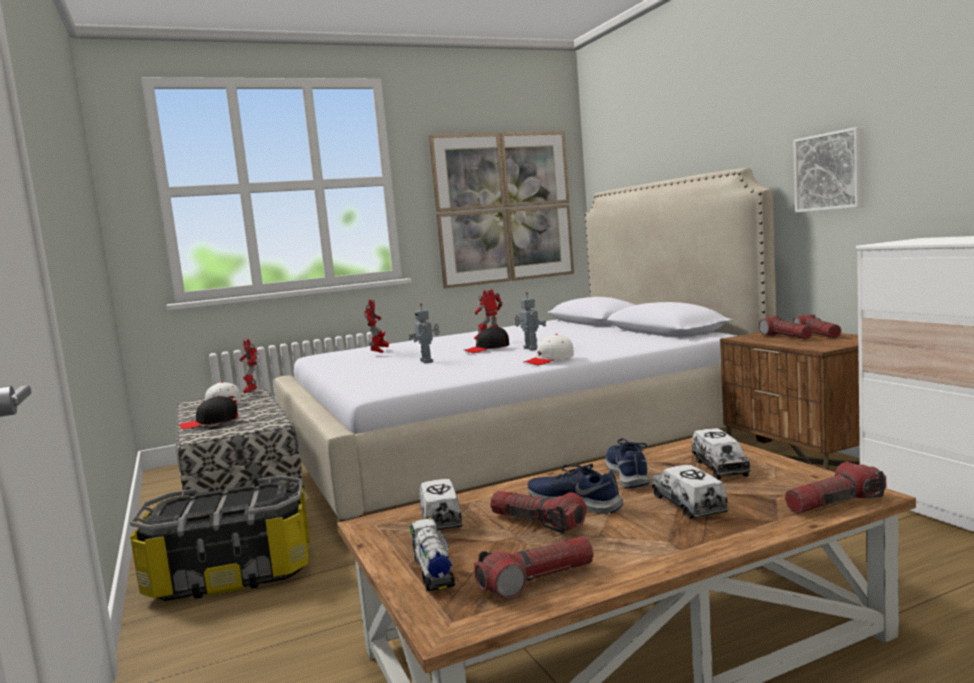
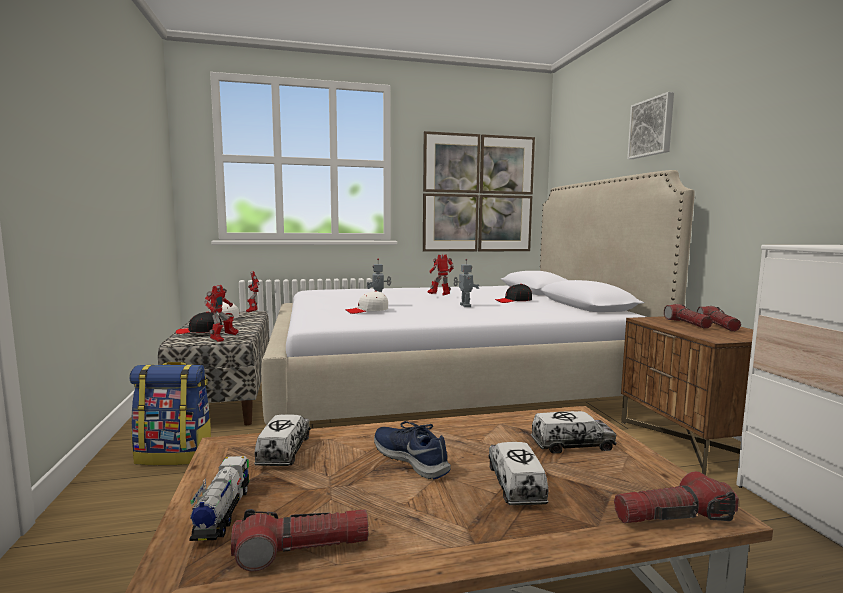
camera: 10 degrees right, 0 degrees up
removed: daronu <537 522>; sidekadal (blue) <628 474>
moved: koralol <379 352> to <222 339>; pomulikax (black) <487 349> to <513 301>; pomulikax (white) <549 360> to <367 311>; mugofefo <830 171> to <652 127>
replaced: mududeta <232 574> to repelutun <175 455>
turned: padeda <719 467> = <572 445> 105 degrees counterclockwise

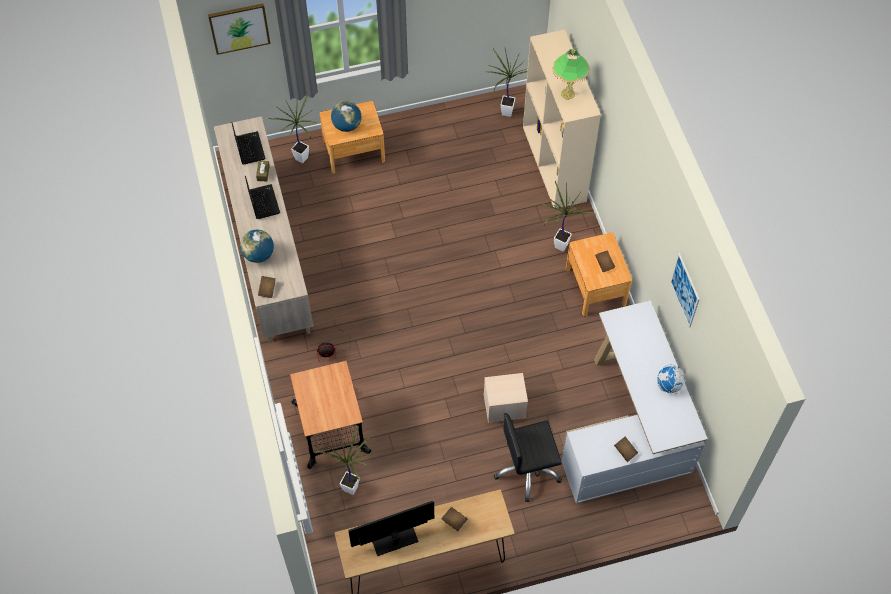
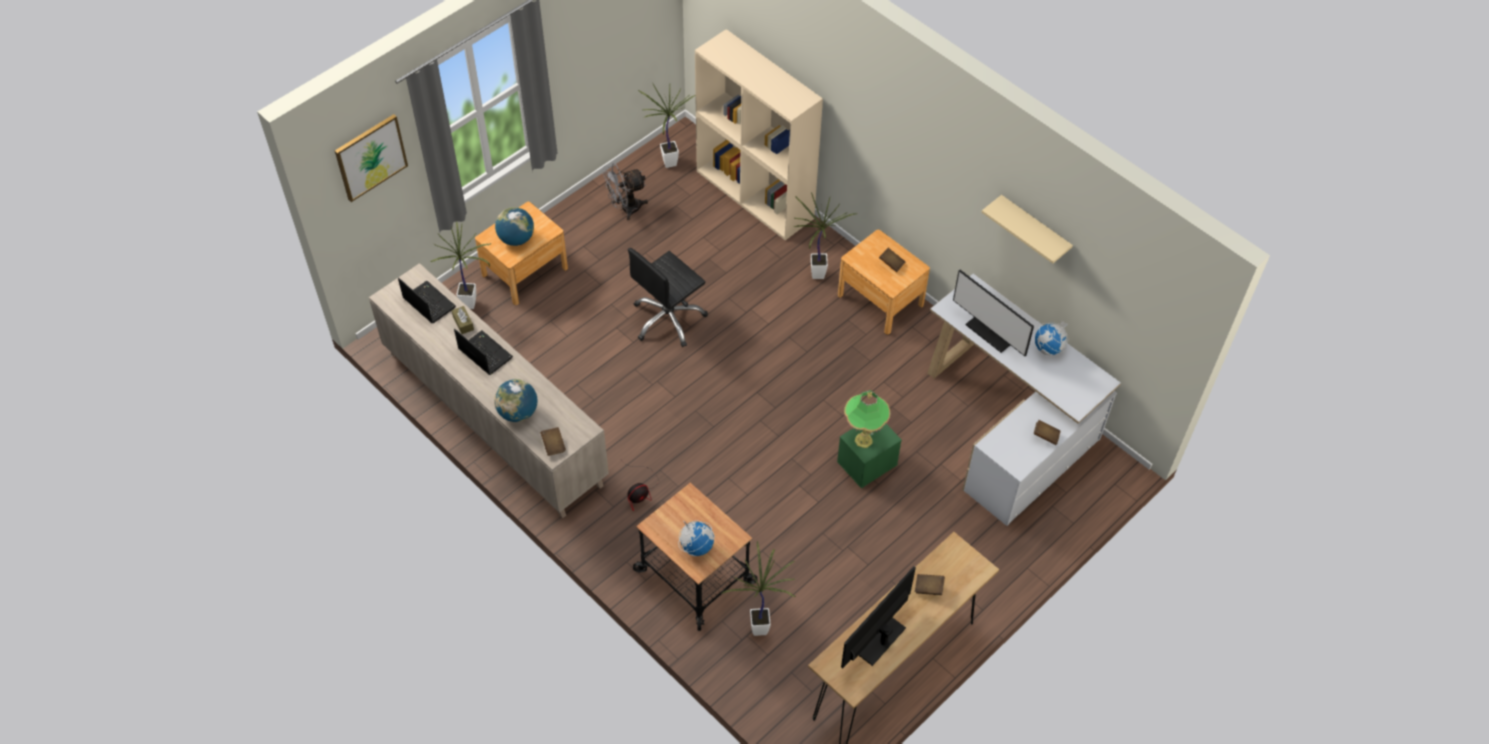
camera: 30 degrees left, 5 degrees down
added: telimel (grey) <625 208>; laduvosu <696 546>; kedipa <990 332>
moved: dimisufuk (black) <527 470> to <668 319>; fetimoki <567 94> to <863 440>
replaced: mugofefo <685 290> to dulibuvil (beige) <1034 230>
recoloured: mududeta (beige) <504 406> to mududeta (green) <867 464>

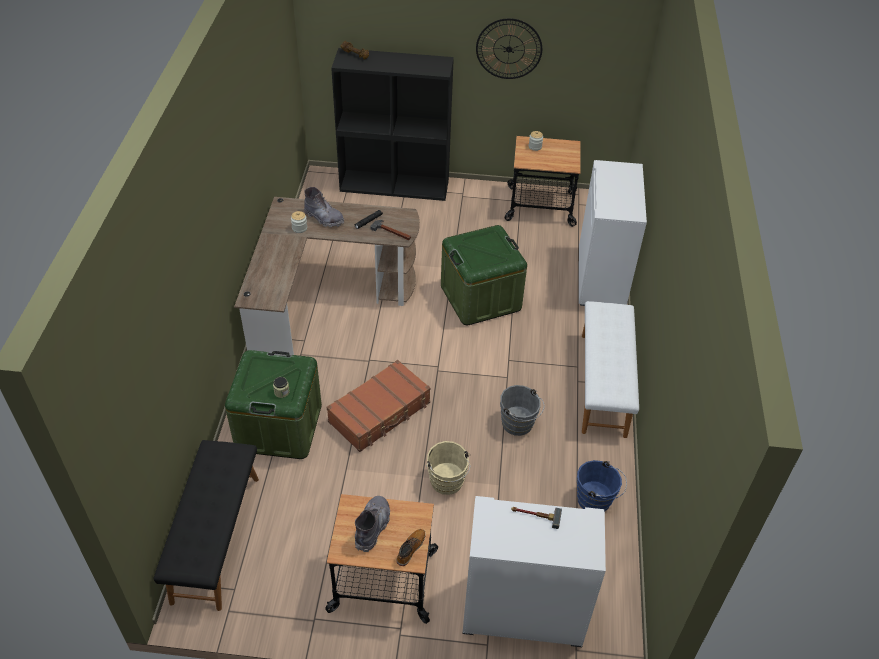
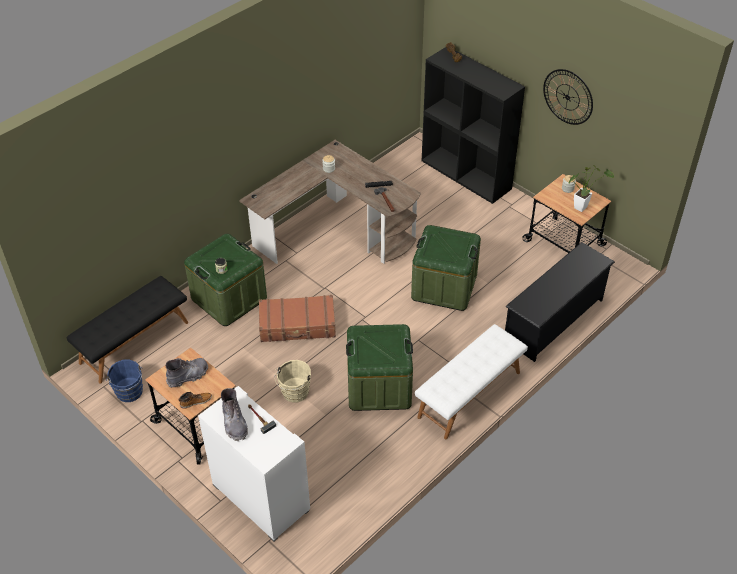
camera: 40 degrees right, 0 degrees up
added: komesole <582 206>
moved: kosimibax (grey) <324 218> to <234 423>; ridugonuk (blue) <596 501> to <129 393>
replaced: ridugonuk (grey) <519 425> to mududeta (green) <379 386>; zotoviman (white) <602 277> to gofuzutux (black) <554 320>

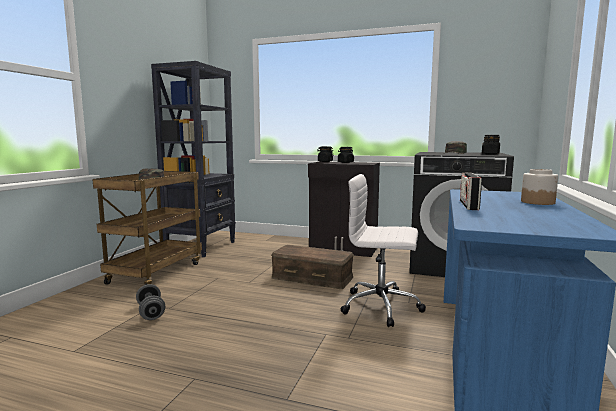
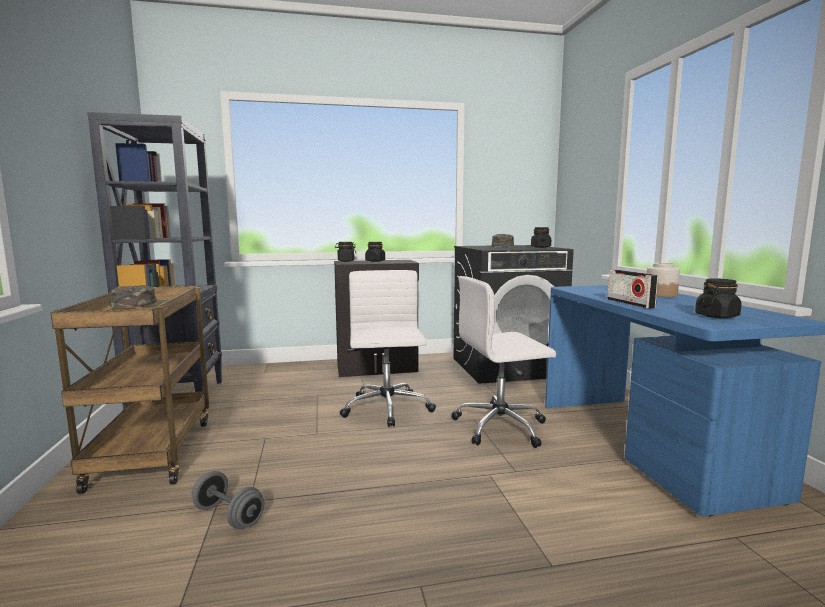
camera: 30 degrees left, 0 degrees up
added: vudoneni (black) <717 316>
replaced: mududeta (brown) <312 277> to dimisufuk (white) <387 409>

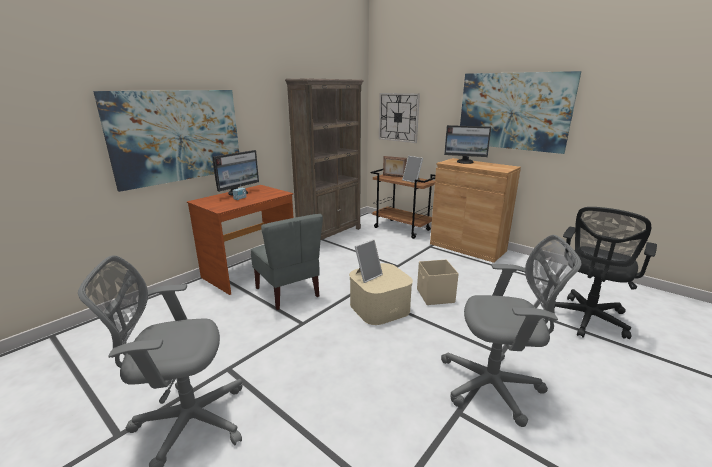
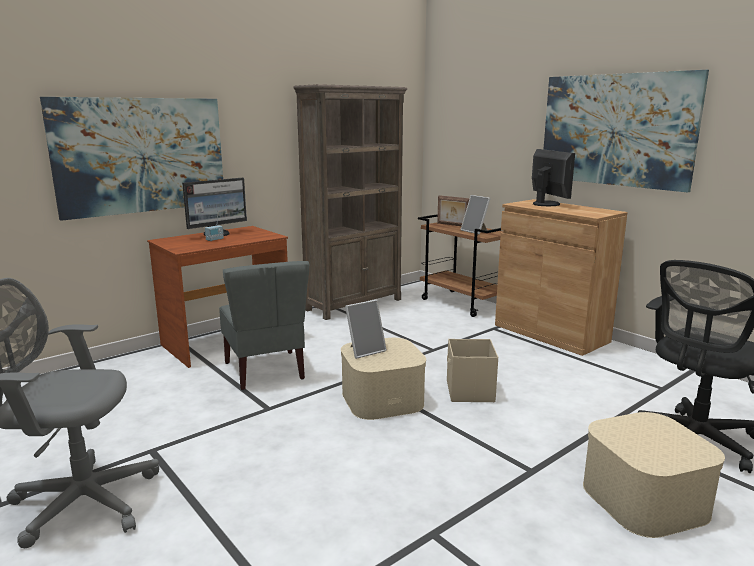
camera: 10 degrees right, 5 degrees down
removed: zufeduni <398 117>; dimisufuk (grey) <495 386>
added: mududeta (beige) <644 498>
turned: kedipa <465 162> = <547 204> 135 degrees counterclockwise

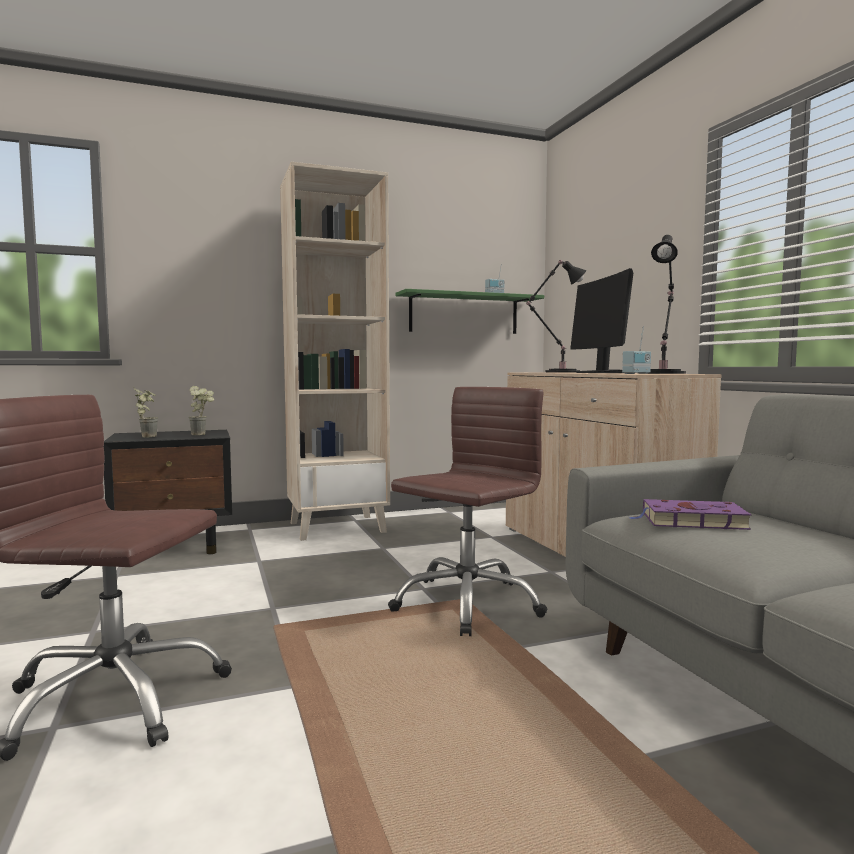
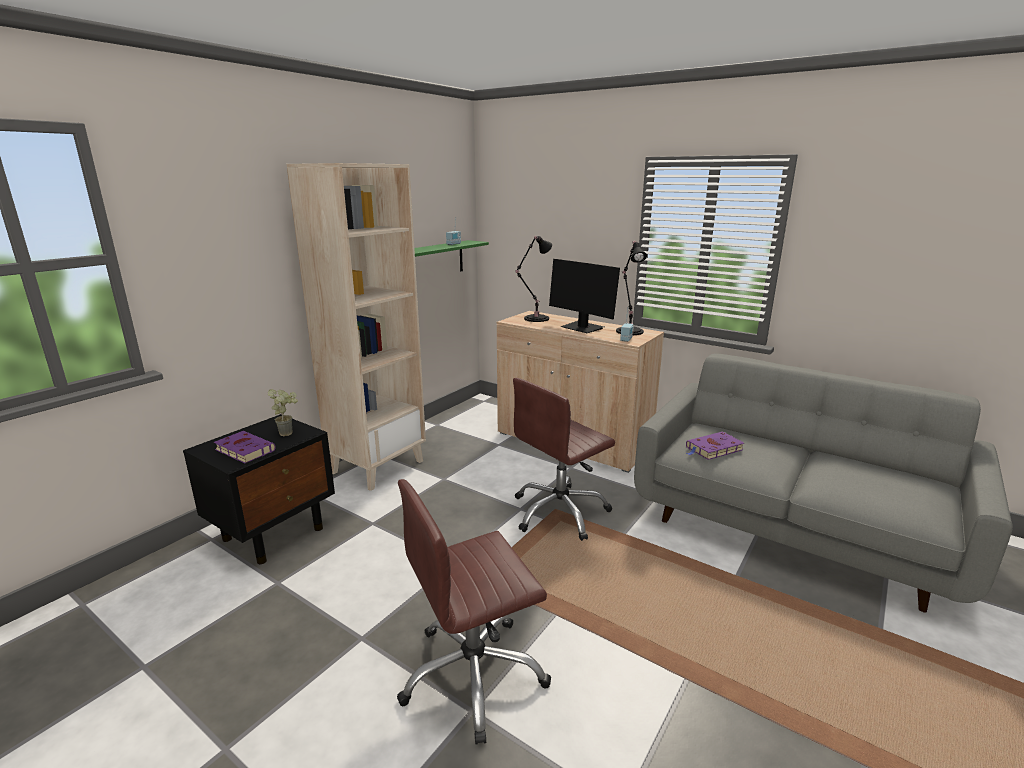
camera: 35 degrees left, 15 degrees up
replaced: komesole <147 436> to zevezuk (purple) <243 450>
turned: dimisufuk (brown) <466 603> = <560 512> 135 degrees counterclockwise

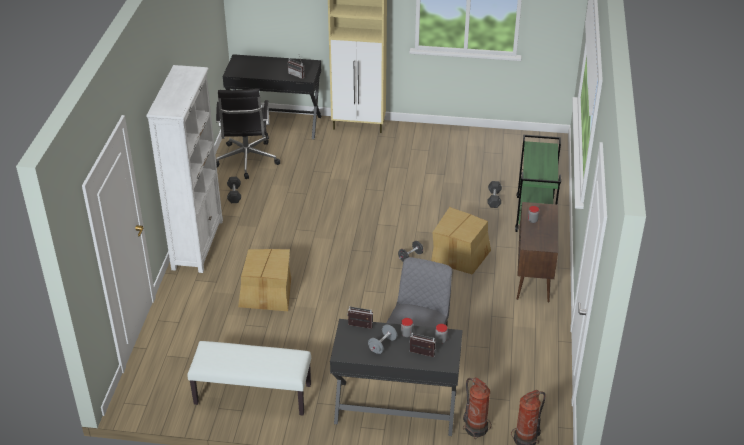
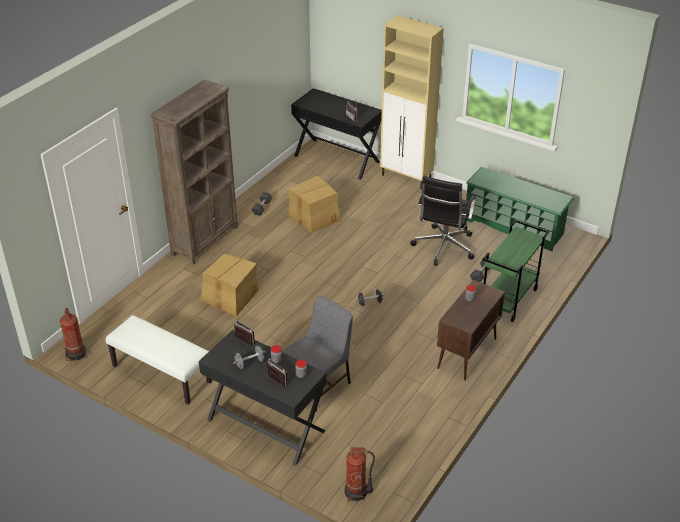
camera: 25 degrees right, 0 degrees up
added: gofuzutux (green) <514 227>
moved: dimisufuk (black) <246 161> to <443 247>; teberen <459 254> to <315 216>; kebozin <475 427> to <76 353>
recoloured: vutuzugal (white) <198 244> to vutuzugal (brown) <205 240>

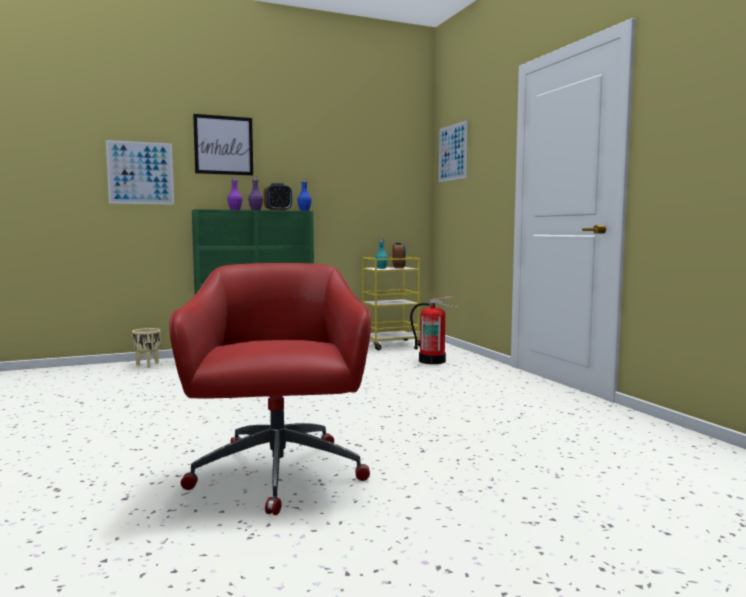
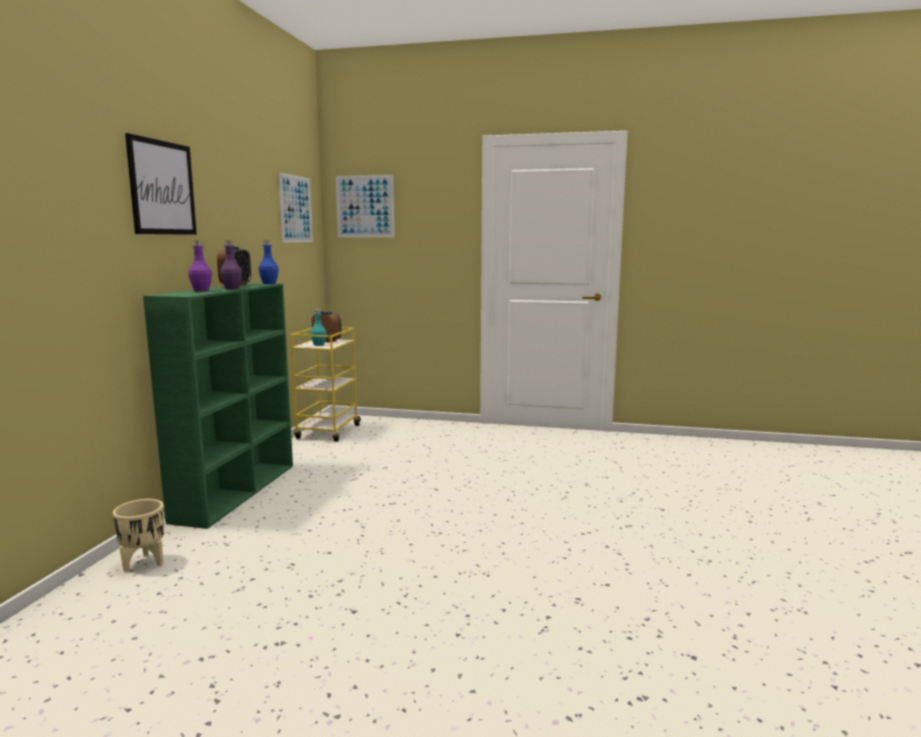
camera: 55 degrees left, 5 degrees up
removed: dimisufuk (red) <277 475>; kebozin <432 361>
moved: mugofefo <140 173> to <296 209>

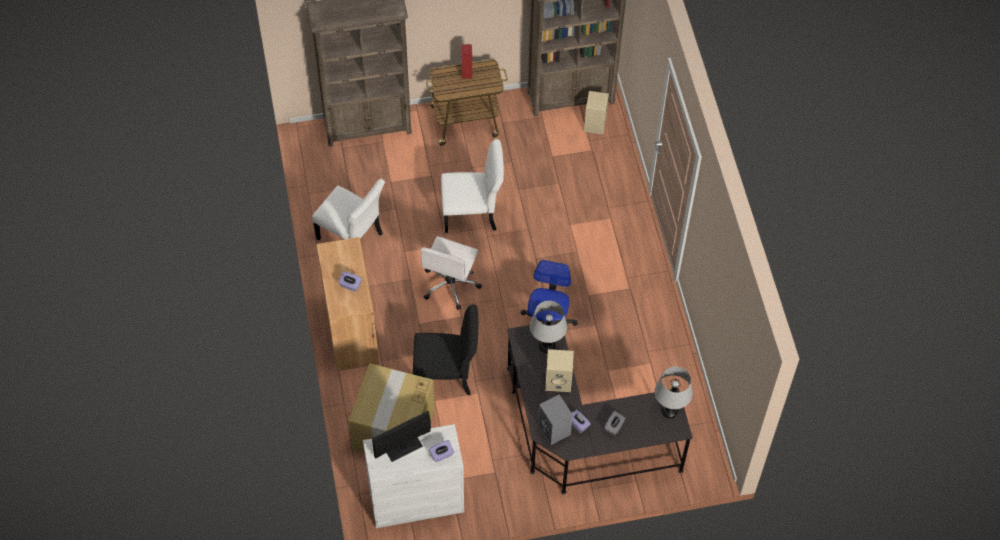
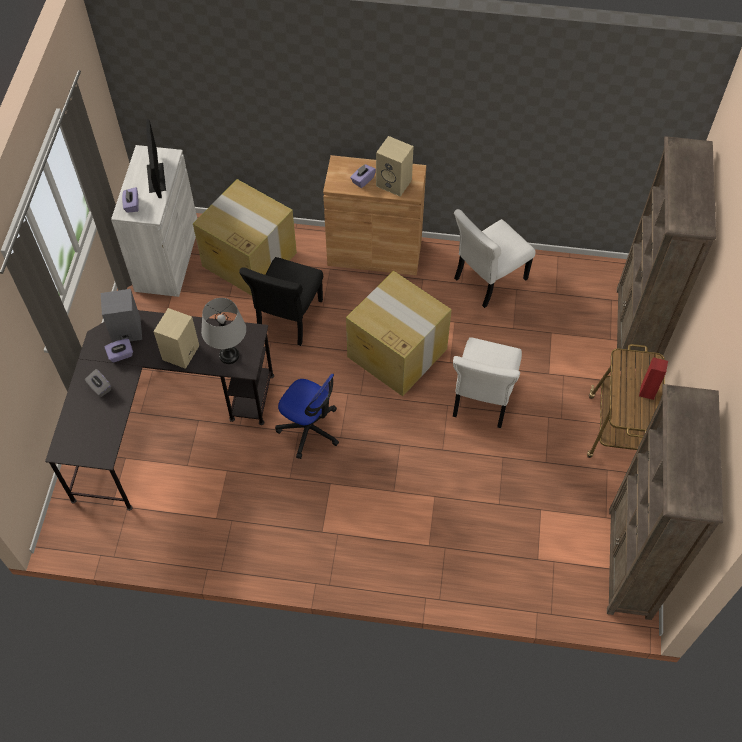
camera: 110 degrees right, 0 degrees up
removed: fetimoki (grey) <669 410>
moved: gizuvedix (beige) <594 123> to <395 183>
replaced: dimisufuk (white) <451 285> to teberen <396 352>

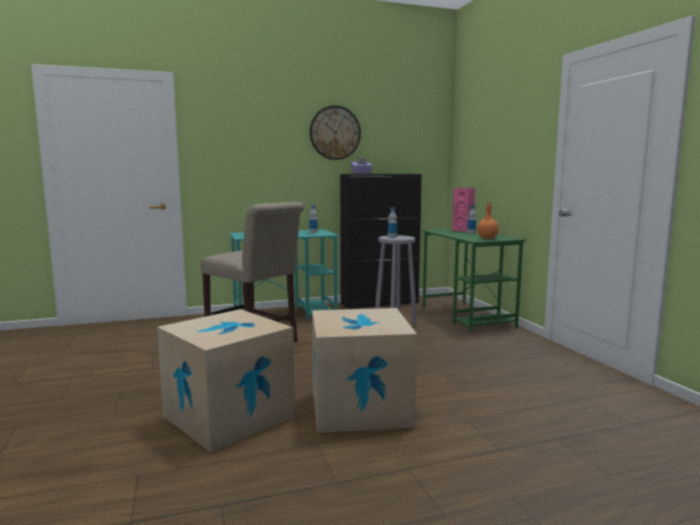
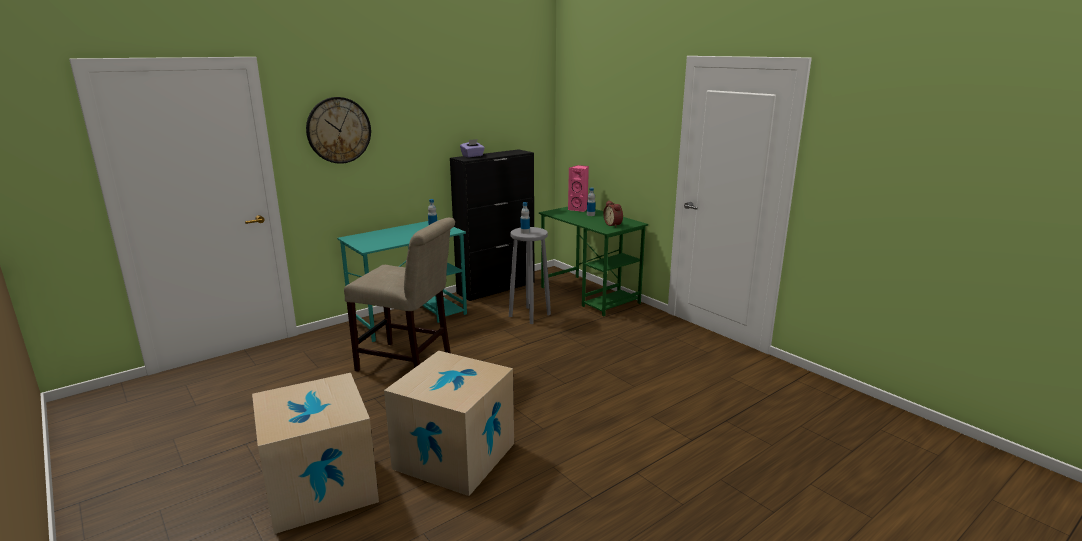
camera: 20 degrees left, 10 degrees up
moved: zufeduni <335 133> to <338 130>; teberen <360 408> to <321 487>
replaced: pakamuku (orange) <487 238> to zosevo <613 225>

